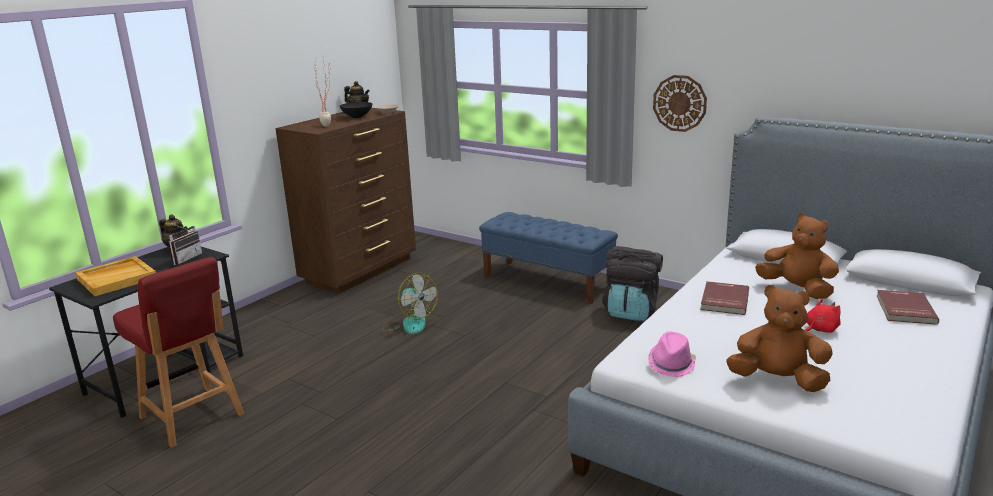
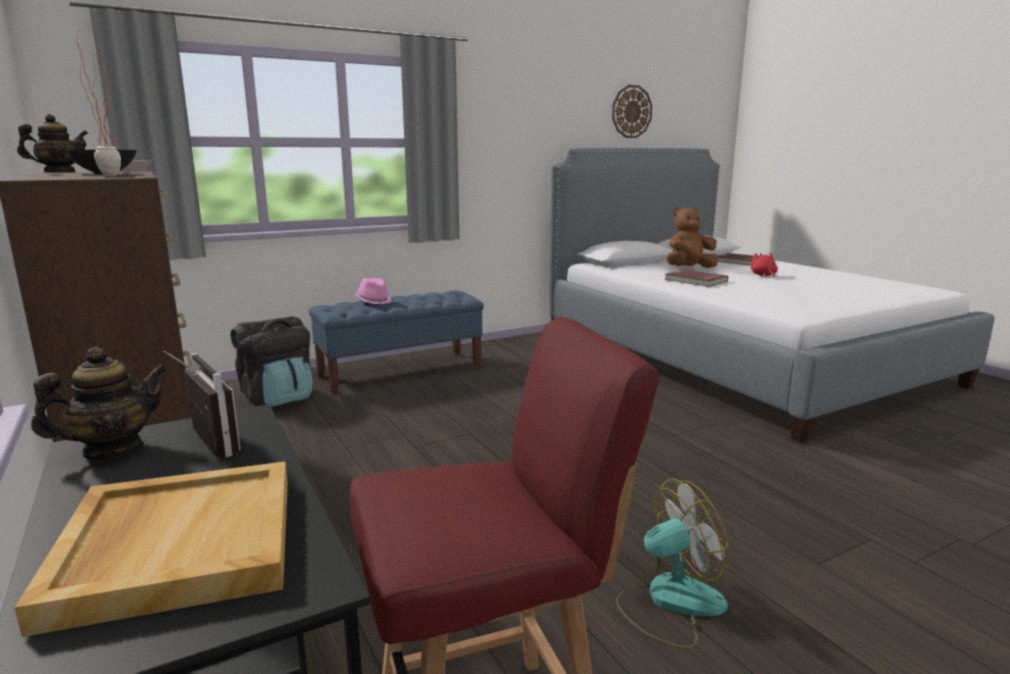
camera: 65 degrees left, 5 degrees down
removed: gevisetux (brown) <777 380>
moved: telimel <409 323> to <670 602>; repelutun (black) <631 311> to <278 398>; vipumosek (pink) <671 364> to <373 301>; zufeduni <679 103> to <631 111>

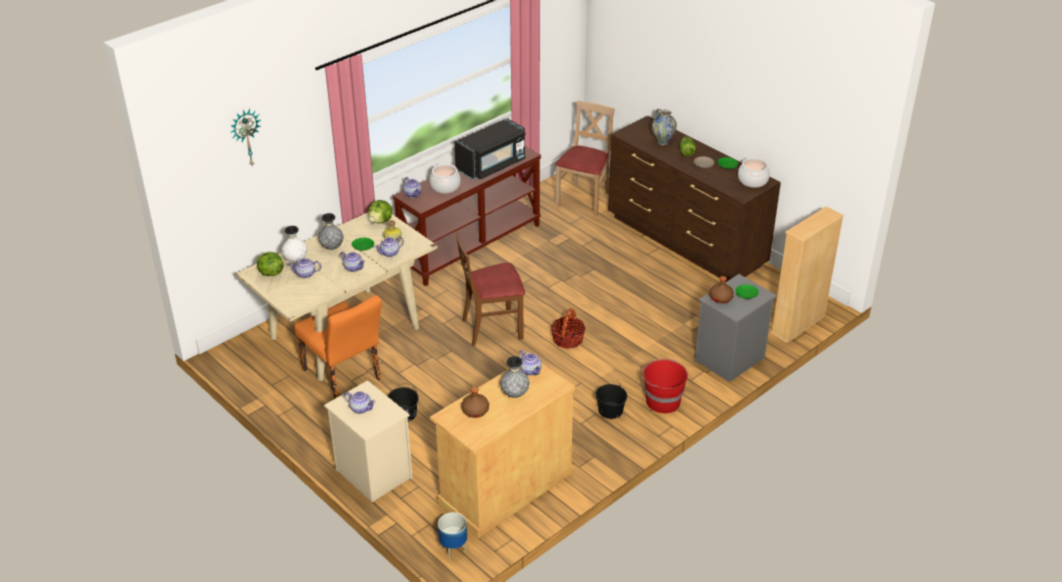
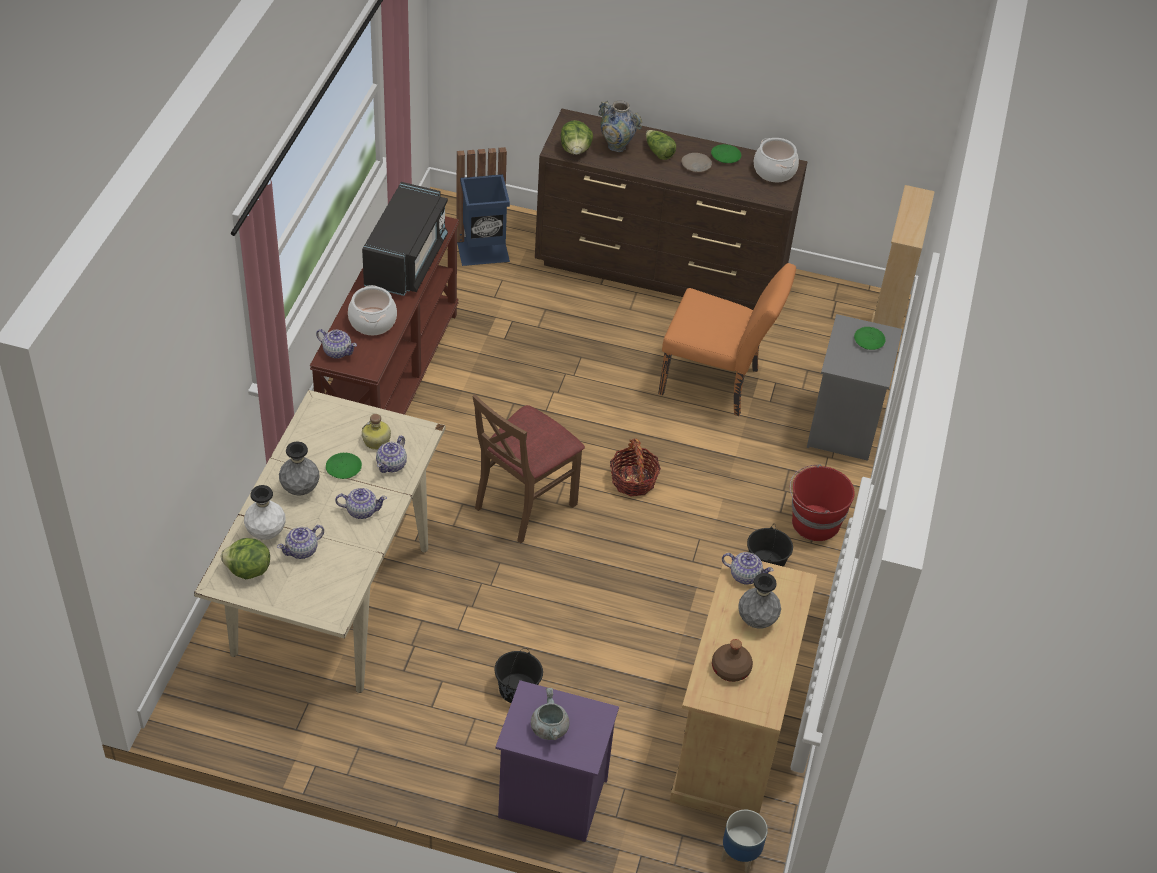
camera: 35 degrees left, 10 degrees up
removed: zufeduni <246 137>; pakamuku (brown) <721 298>
moved: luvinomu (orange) <345 377> to <717 384>; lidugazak <380 221> to <575 150>
replaced: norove <360 408> to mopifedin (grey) <549 728>; luvinomu (beige) <584 200> to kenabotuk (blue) <483 251>
recoloured: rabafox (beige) <372 473> to rabafox (purple) <549 799>

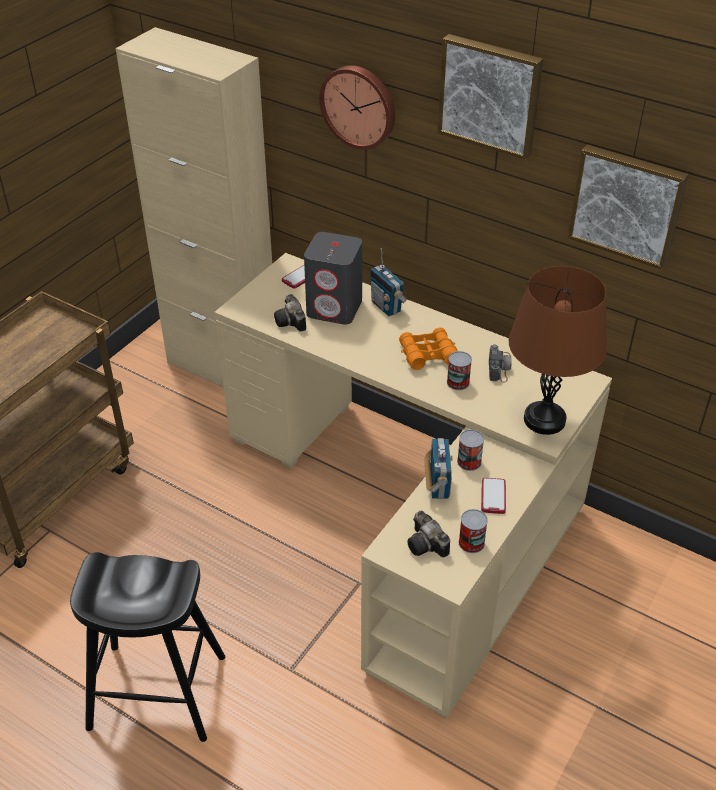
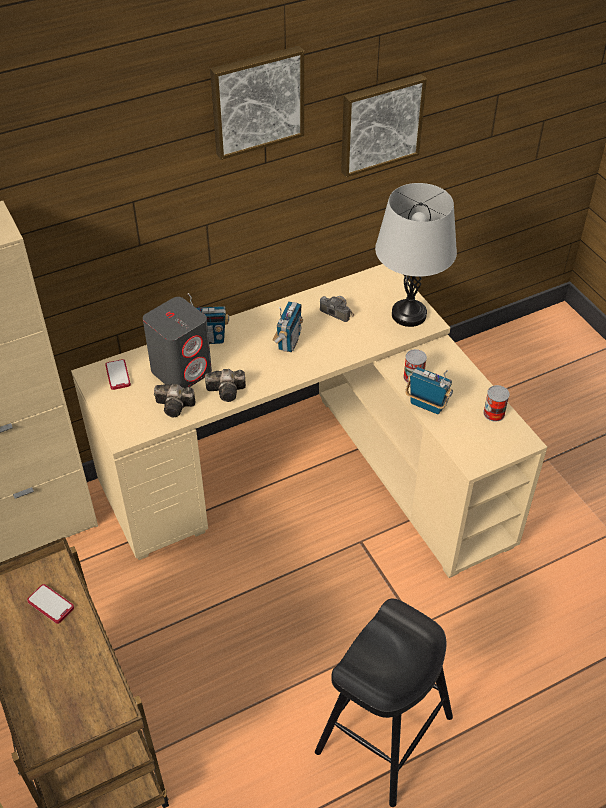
camera: 60 degrees left, 5 degrees up
removed: zufeduni <359 106>; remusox <458 382>
moved: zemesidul <427 545> to <228 391>; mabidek <493 496> to <51 604>
replaced: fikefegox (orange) <428 354> to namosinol <288 342>
recoloured: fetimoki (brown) <544 420> to fetimoki (grey) <409 314>

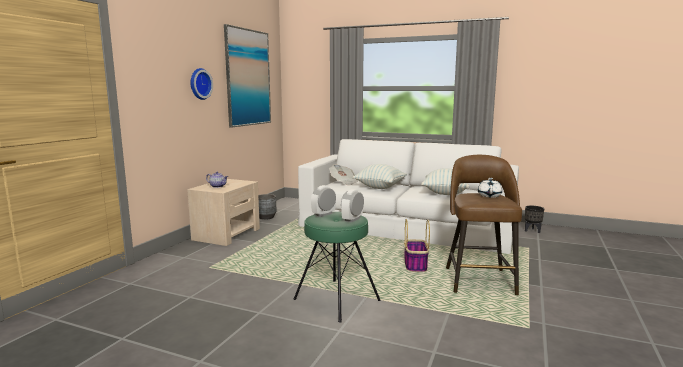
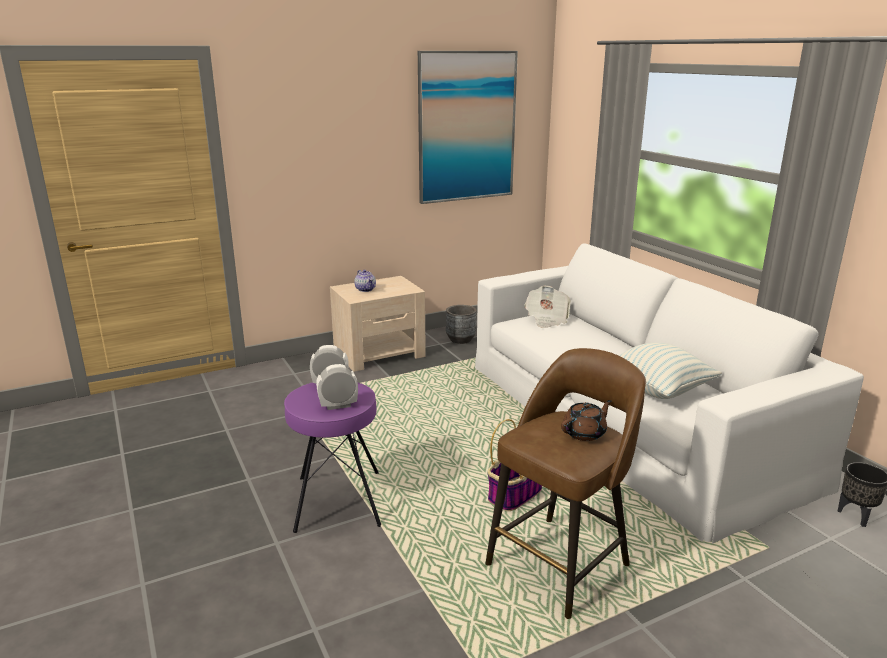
camera: 40 degrees right, 10 degrees up
removed: zufeduni <199 84>; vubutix <380 187>
recoloured: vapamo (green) <336 300> to vapamo (purple) <337 501>; norove (white) <489 195> to norove (brown) <585 433>

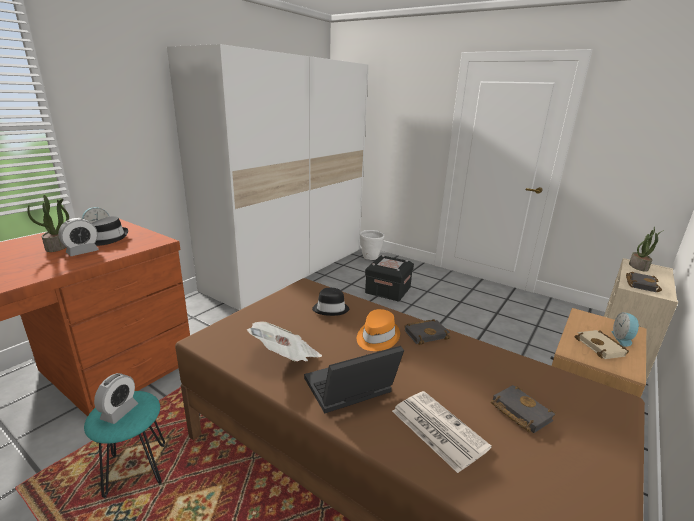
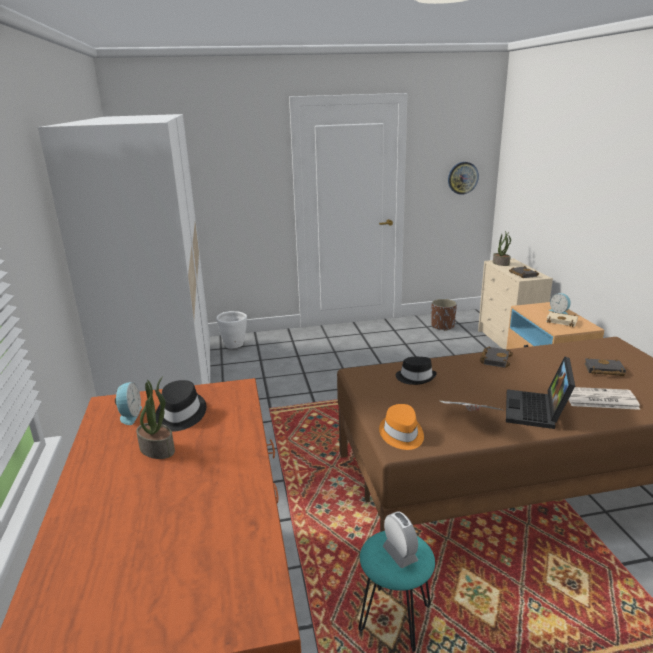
camera: 45 degrees left, 0 degrees up
removed: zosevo <82 252>; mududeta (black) <388 290>
added: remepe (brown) <442 326>; zufeduni <462 178>
moved: vipumosek (orange) <376 337> to <401 434>

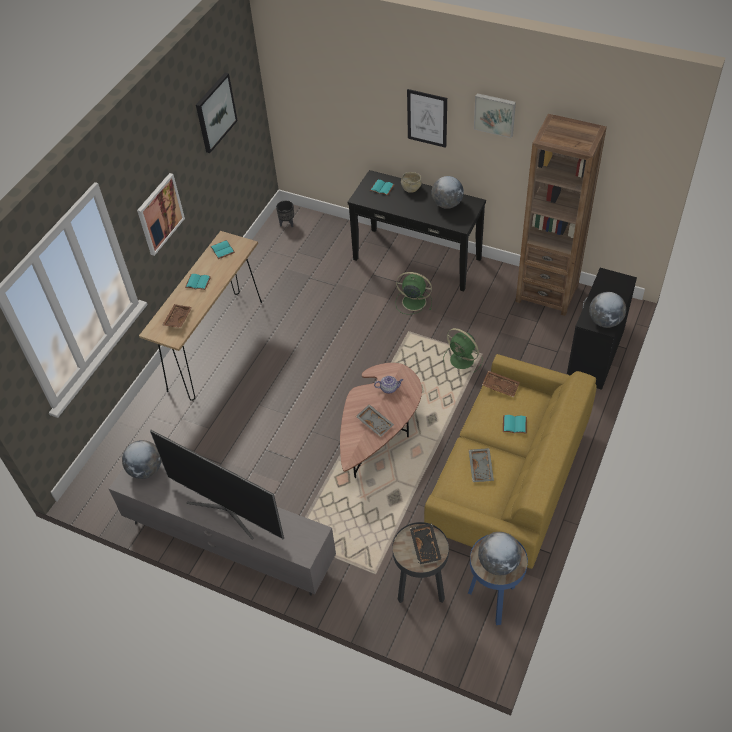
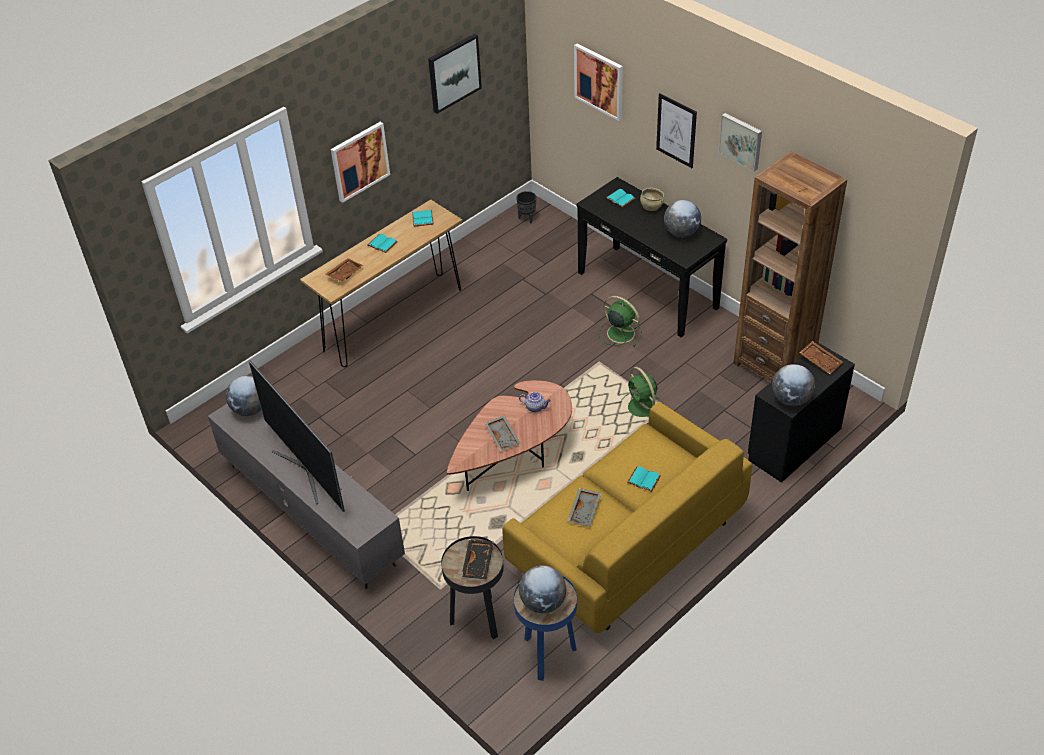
camera: 20 degrees right, 5 degrees down
added: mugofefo <599 81>
moved: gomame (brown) <500 386> to <820 361>

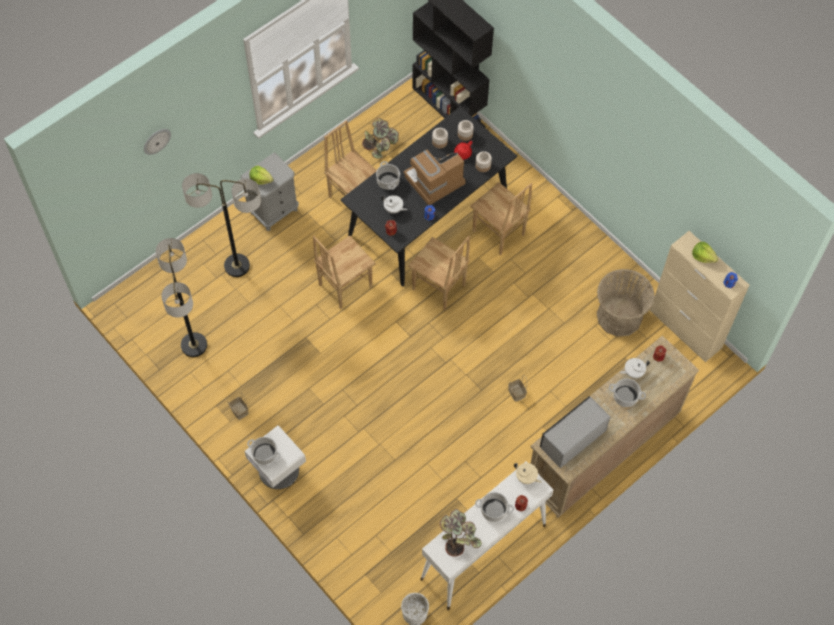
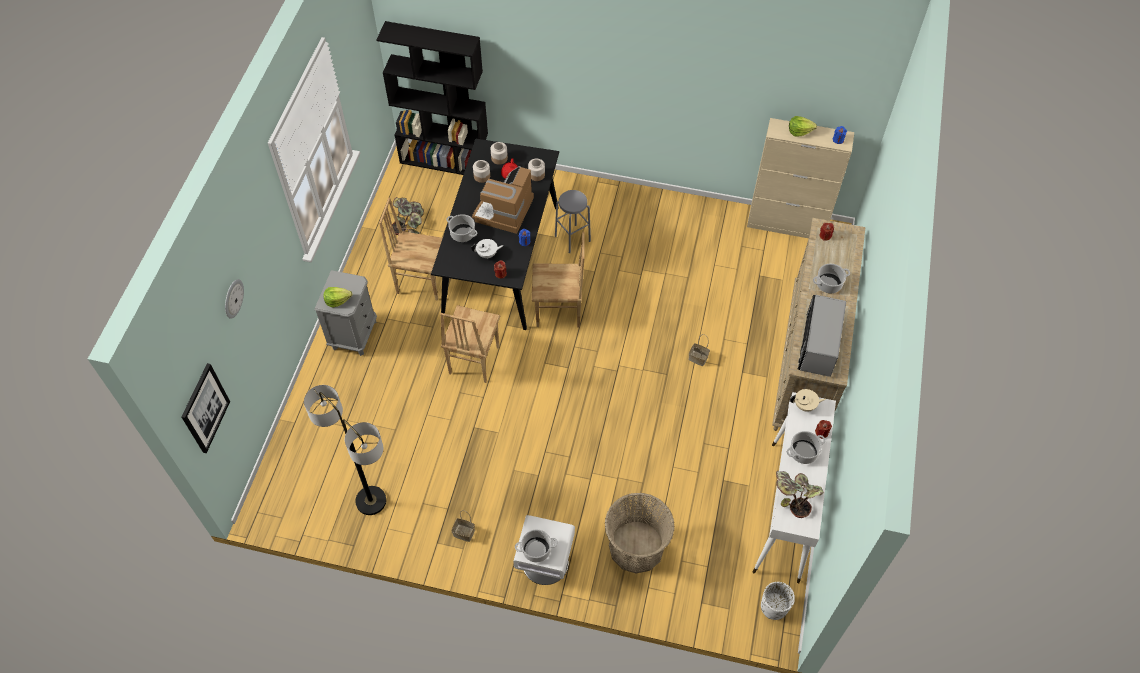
camera: 35 degrees left, 5 degrees down
removed: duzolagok <237 265>; norove (white) <633 372>
added: mugofefo <205 408>
moved: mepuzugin <619 316> to <636 547>
replaced: luvinomu (brown) <498 234> to vapamo (grey) <572 238>

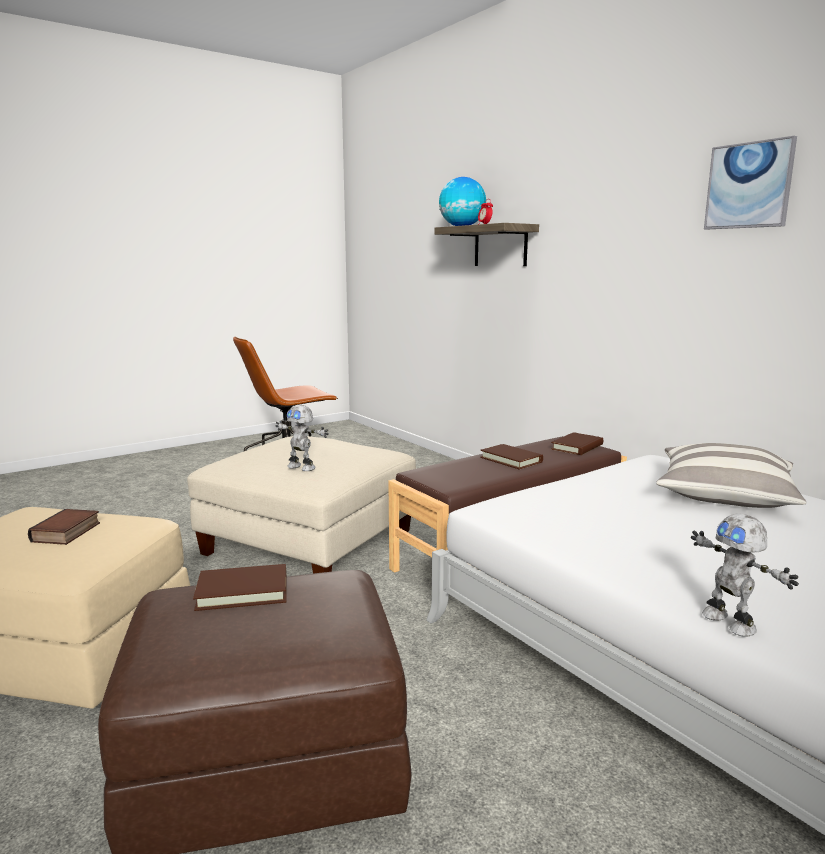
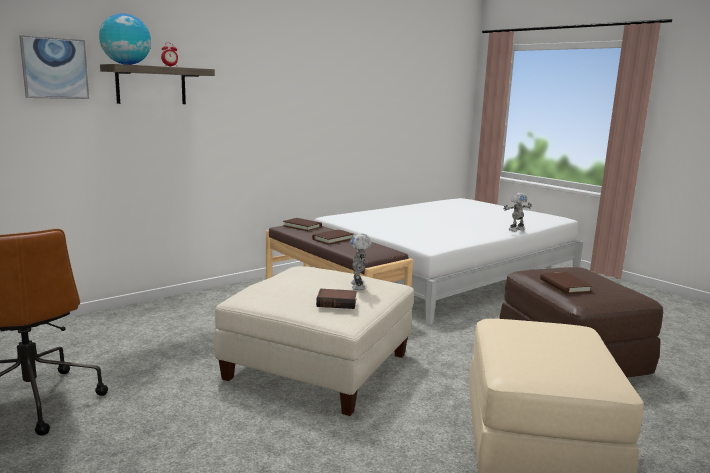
camera: 95 degrees left, 0 degrees up
removed: vubutix <724 495>
moved: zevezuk <67 533> to <337 302>; mugofefo <749 185> to <55 68>
turned: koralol <302 467> = <359 286> 150 degrees clockwise

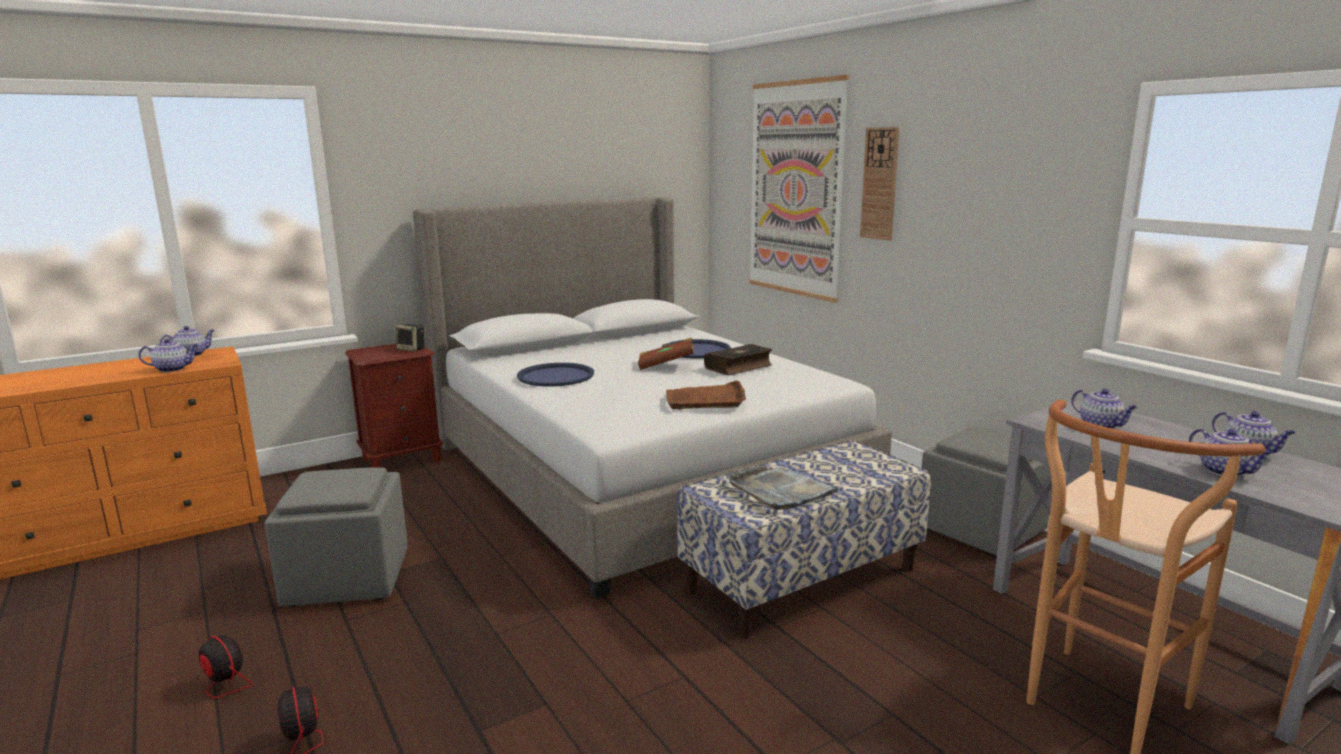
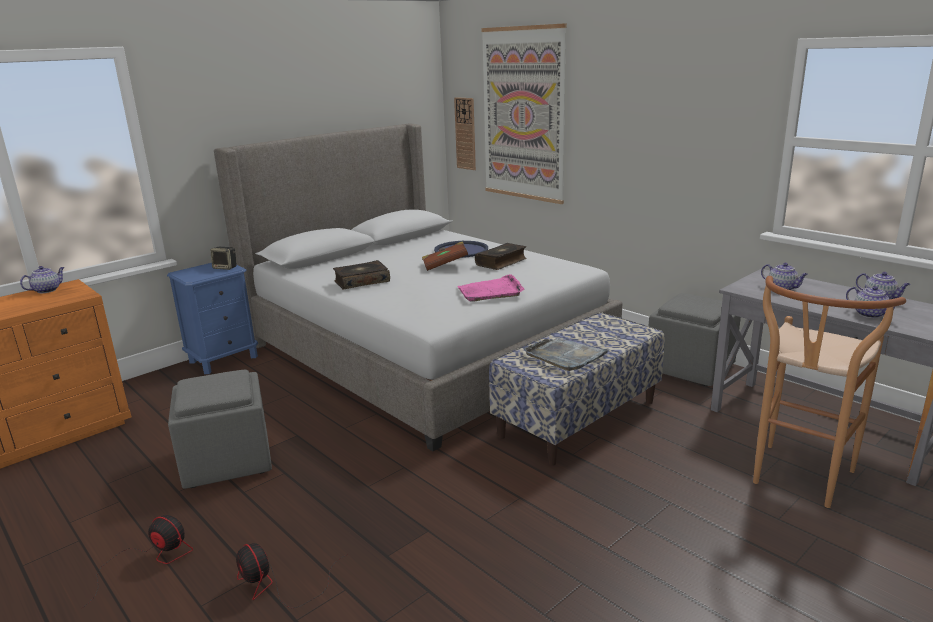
camera: 10 degrees left, 5 degrees up
removed: norove <173 369>
moved: zufeduni <880 184> to <465 133>
replaced: gomame (blue) <555 376> to zevezuk <361 281>
recoloured: rabafox (brown) <402 459> to rabafox (blue) <223 359>; gomame (brown) <705 399> to gomame (pink) <491 291>

